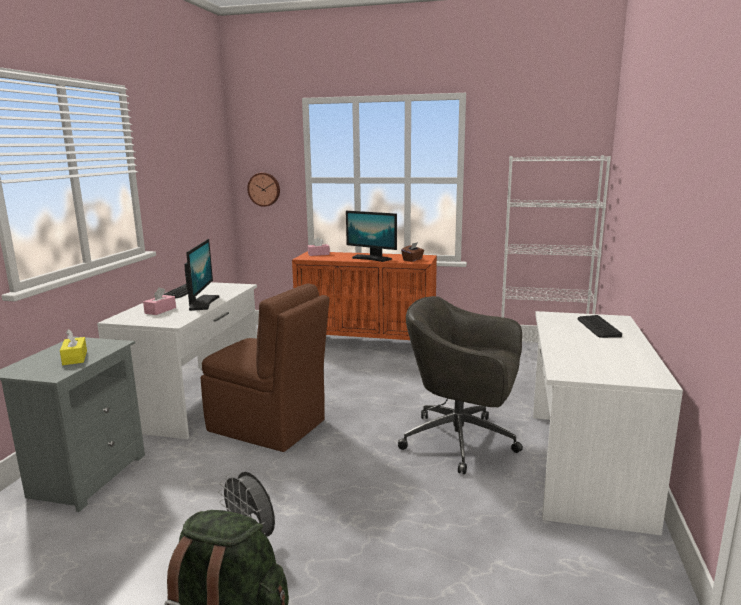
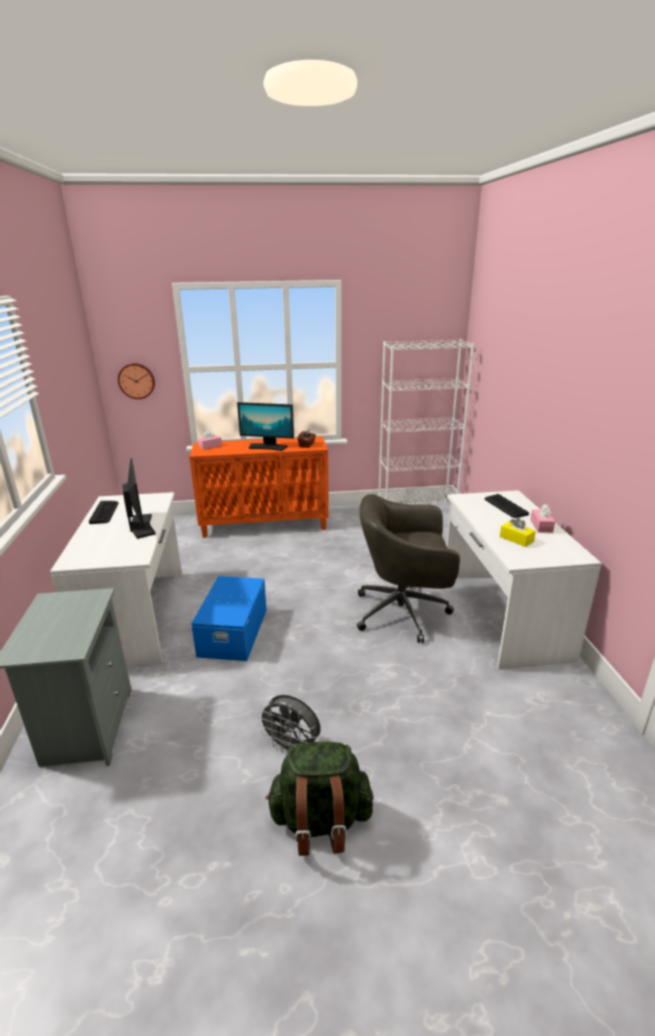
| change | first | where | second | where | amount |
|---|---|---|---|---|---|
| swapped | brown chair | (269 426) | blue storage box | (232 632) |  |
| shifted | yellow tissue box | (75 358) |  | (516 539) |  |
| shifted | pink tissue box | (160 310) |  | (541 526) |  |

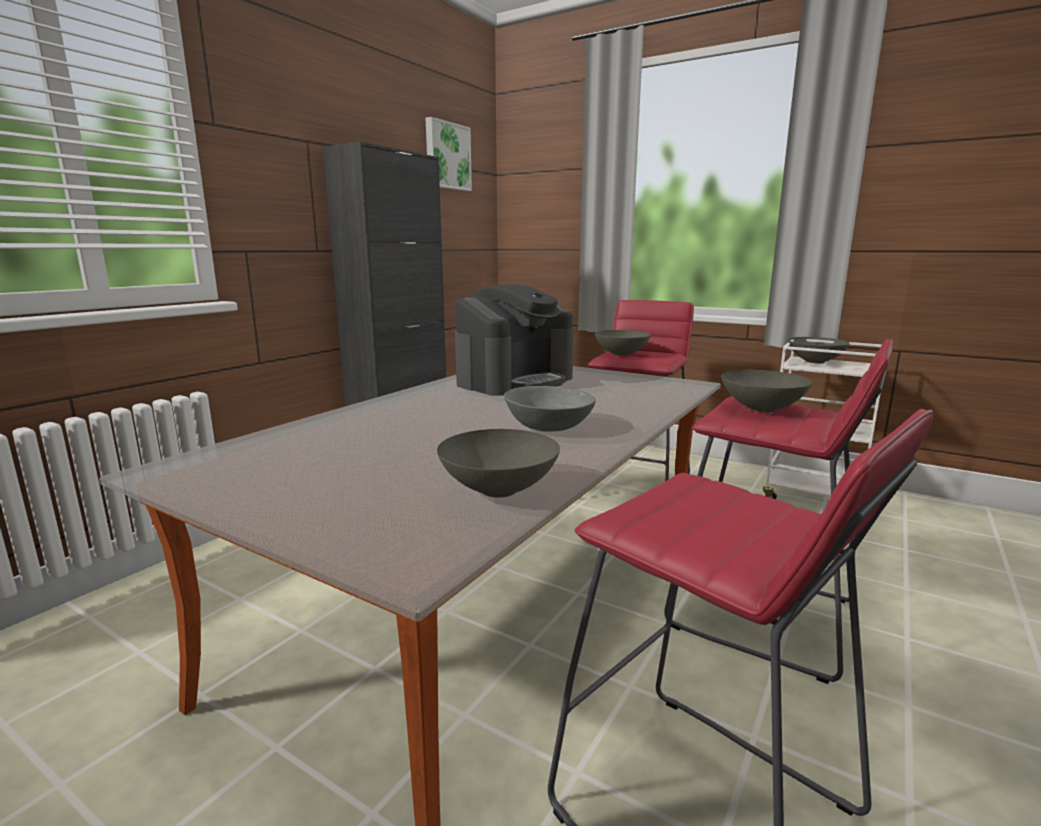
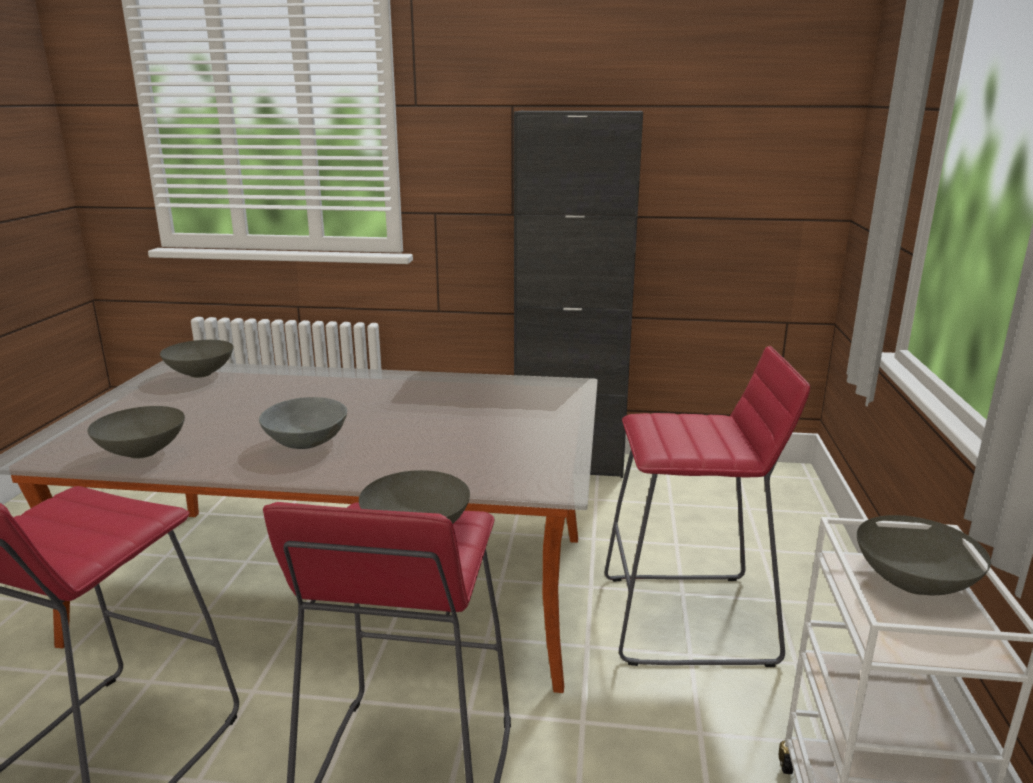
| change | first | where | second | where | amount |
|---|---|---|---|---|---|
| shifted | grey bowl | (622 354) |  | (200 374) |  |
| gone | picture | (446 156) |  |  |  |
| gone | coffee machine | (515 381) |  |  |  |

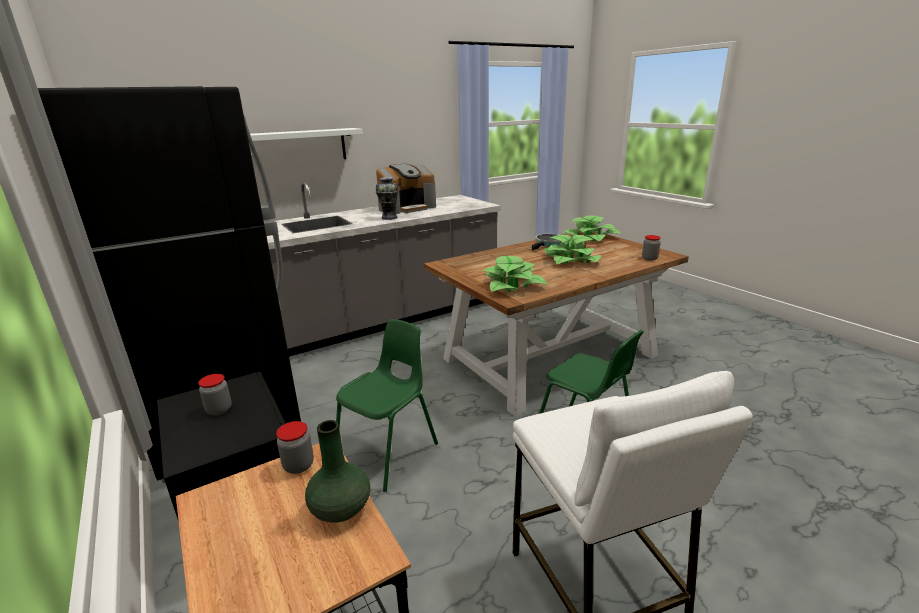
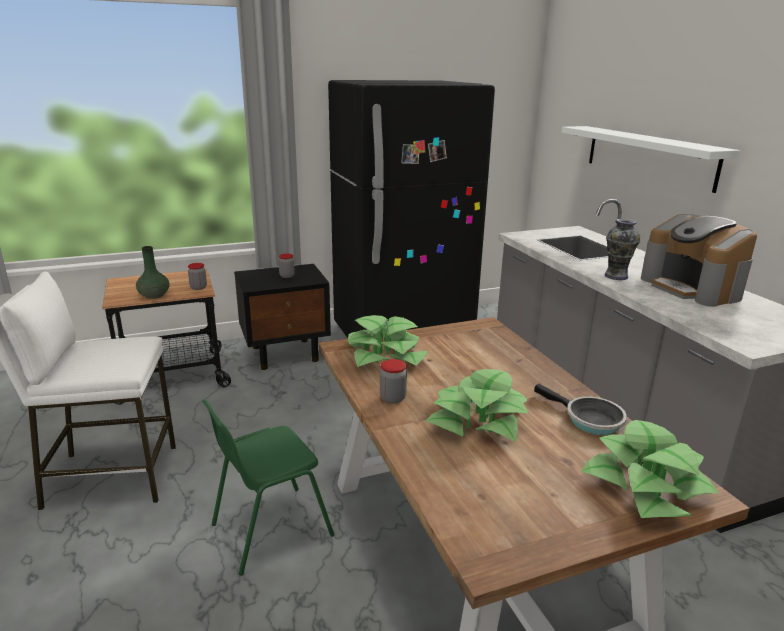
| change | first | where | second | where | amount |
|---|---|---|---|---|---|
| shifted | jar | (649 258) |  | (392 398) |  |
| gone | green chair | (389 452) |  |  |  |

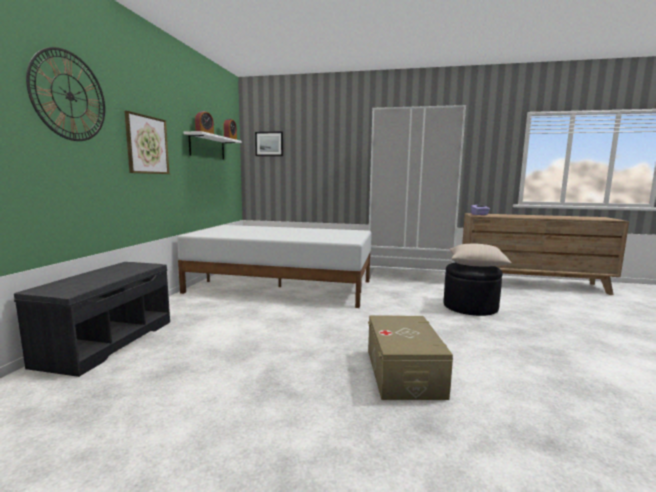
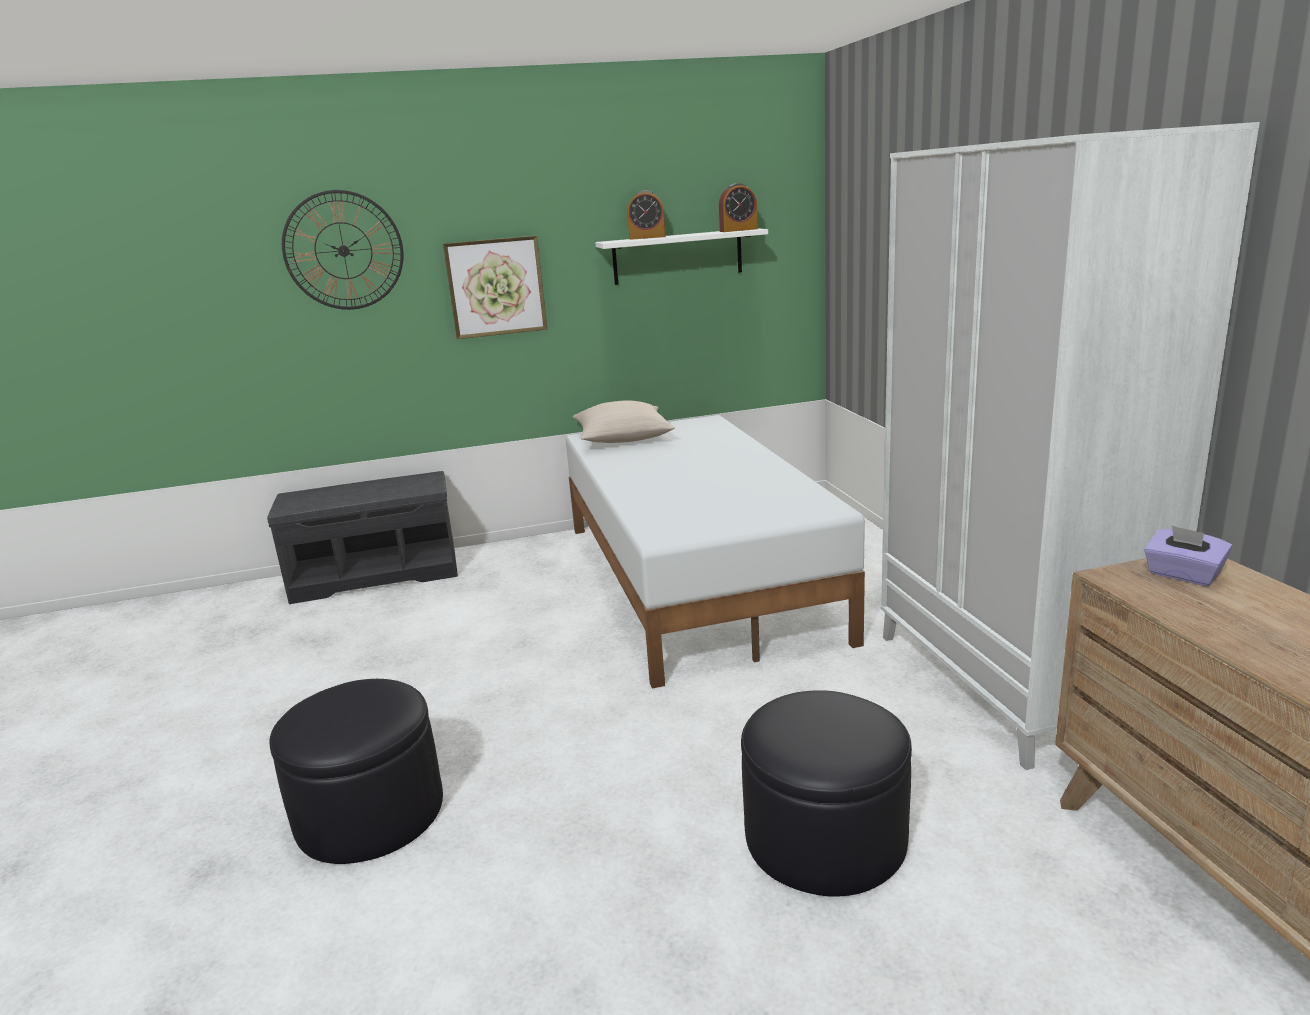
| change | first | where | second | where | amount |
|---|---|---|---|---|---|
| swapped | beige storage box | (403 372) | black ottoman | (370 812) |  |
| shifted | beige pillow | (477 265) |  | (623 439) |  |
| gone | picture | (269 144) |  |  |  |

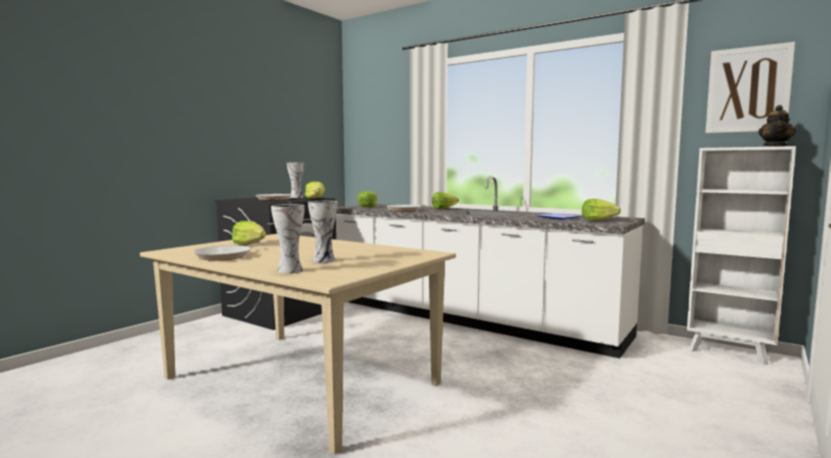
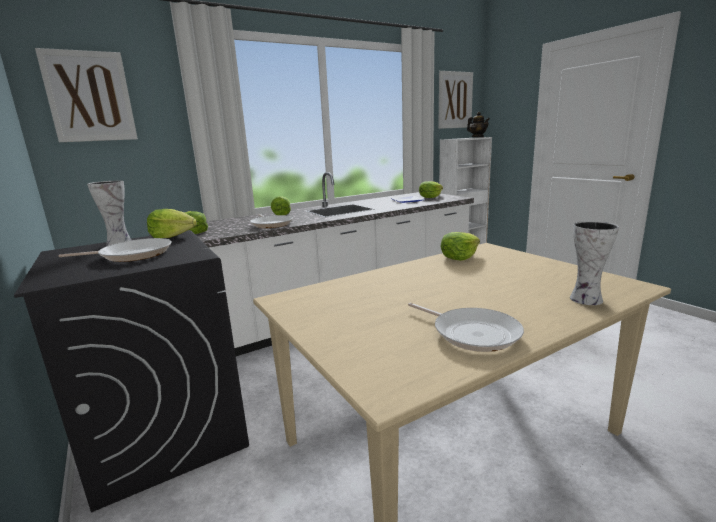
| change | first | where | second | where | amount |
|---|---|---|---|---|---|
| new |  |  | picture | (90 97) |  |
| shifted | lettuce | (249 244) |  | (459 257) |  |
| gone | vase | (325 260) |  |  |  |

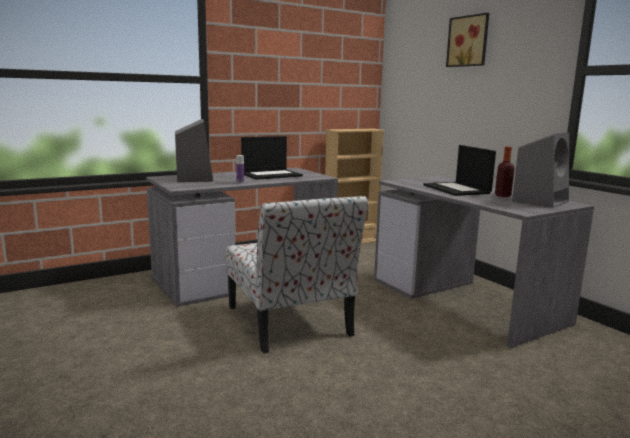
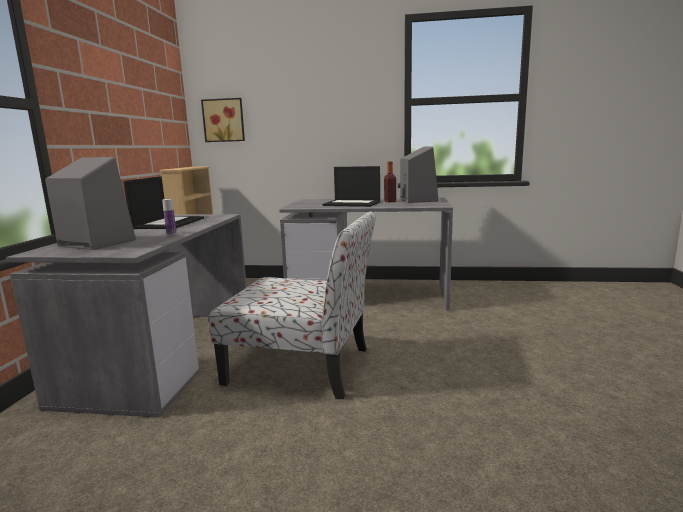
| change | first | where | second | where | amount |
|---|---|---|---|---|---|
| shifted | picture | (469 41) |  | (224 120) |  |

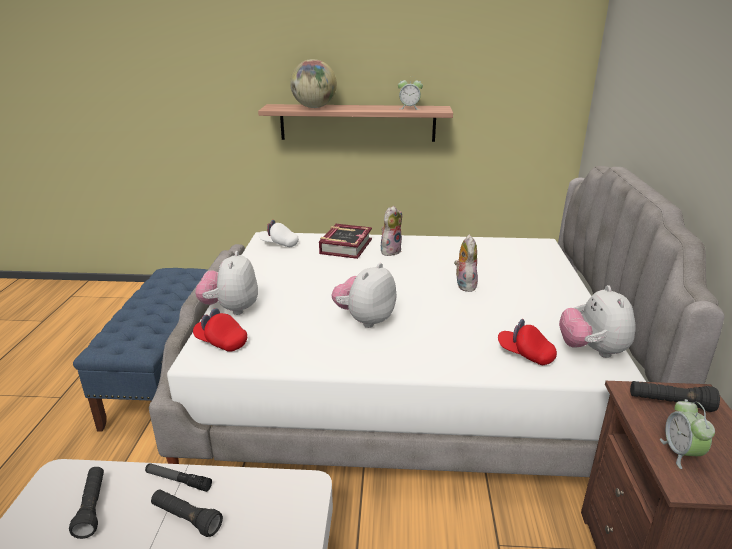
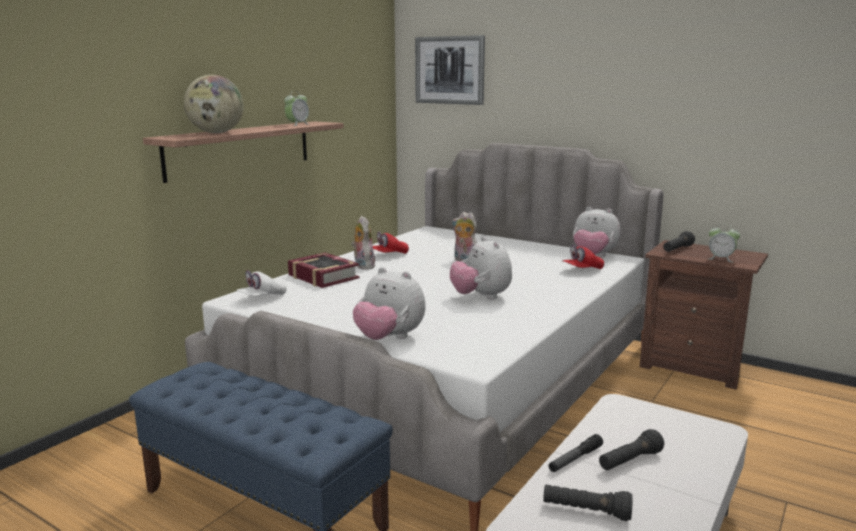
| change | first | where | second | where | amount |
|---|---|---|---|---|---|
| shifted | red cap | (221 342) |  | (389 255) |  |
| new |  |  | picture | (449 70) |  |

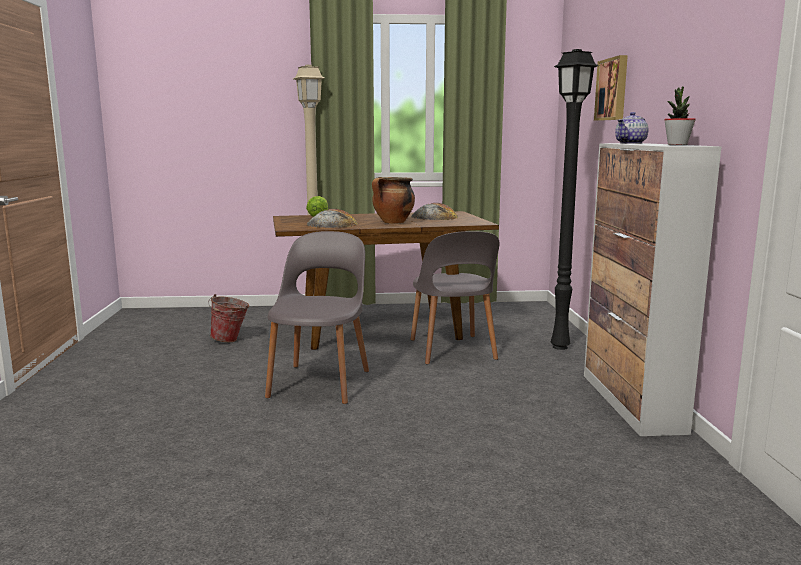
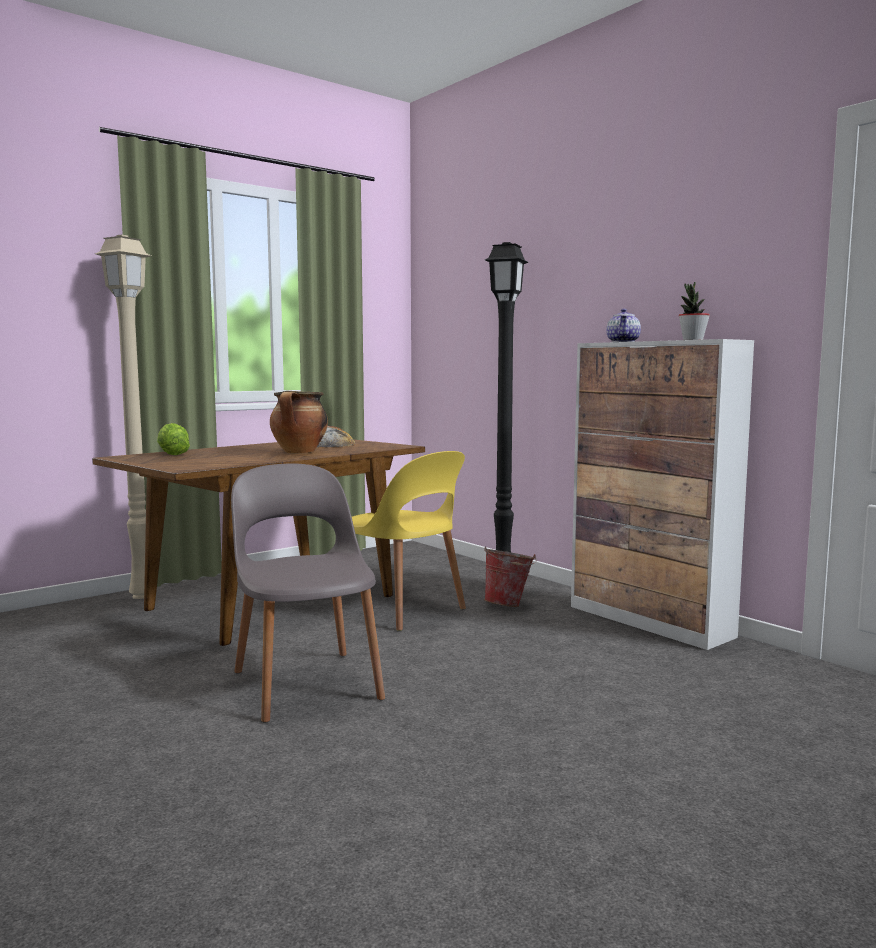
| change | first | where | second | where | amount |
|---|---|---|---|---|---|
| repainted | grey chair | (452 350) | yellow chair | (402 609) |  |
| shifted | bucket | (231 340) |  | (509 605) |  |
| gone | bread | (332 224) |  |  |  |
| gone | picture | (613 89) |  |  |  |

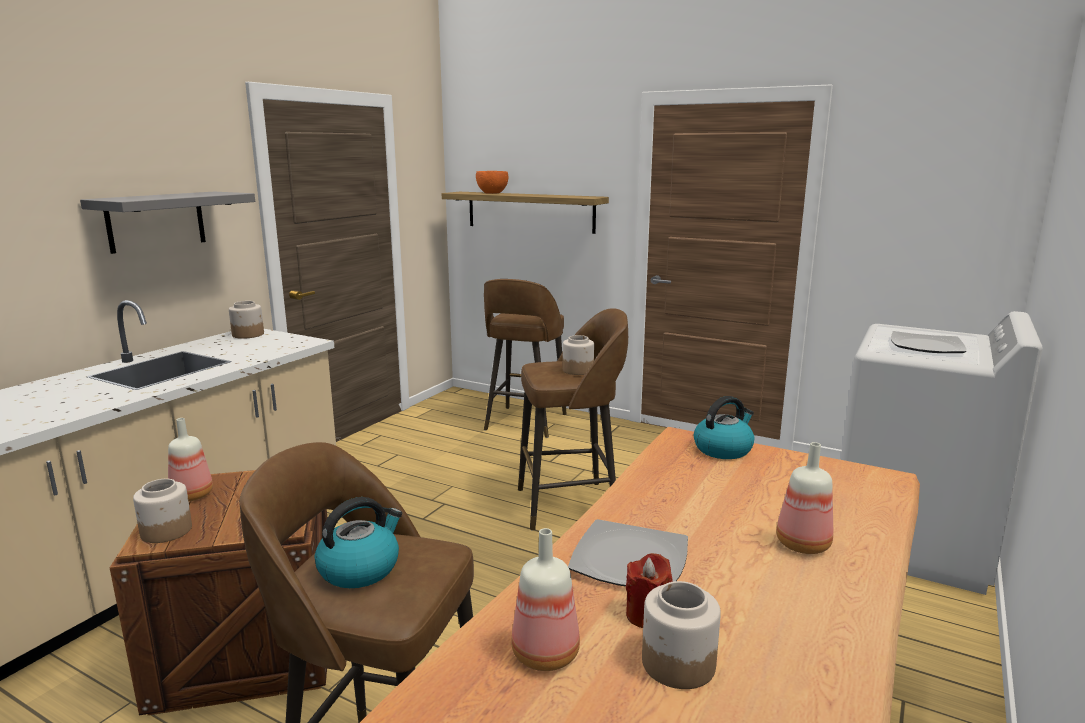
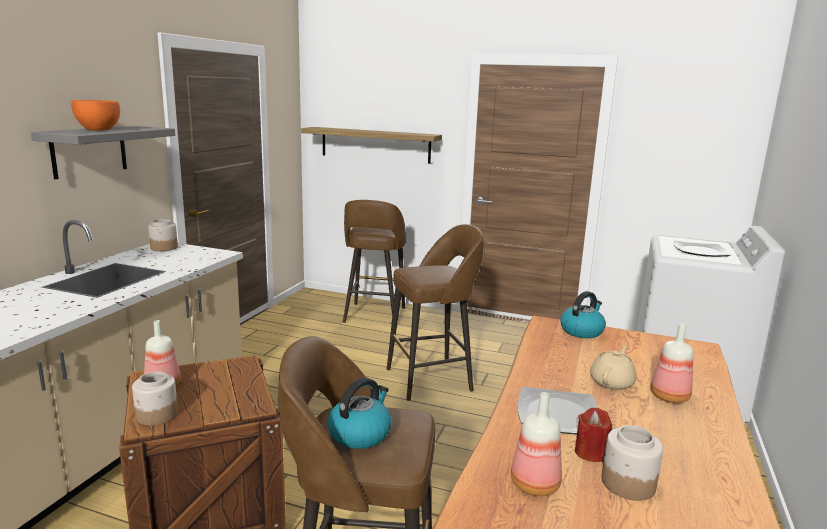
| change | first | where | second | where | amount |
|---|---|---|---|---|---|
| shifted | orange bowl | (492 193) |  | (99 130) |  |
| new |  |  | beige teapot | (612 382) |  |
| gone | jar | (578 370) |  |  |  |

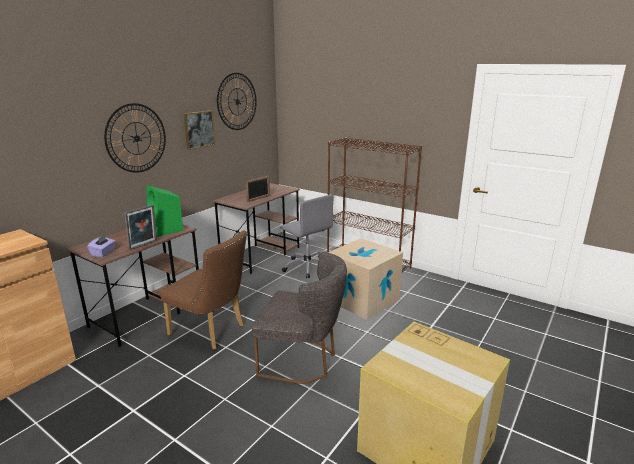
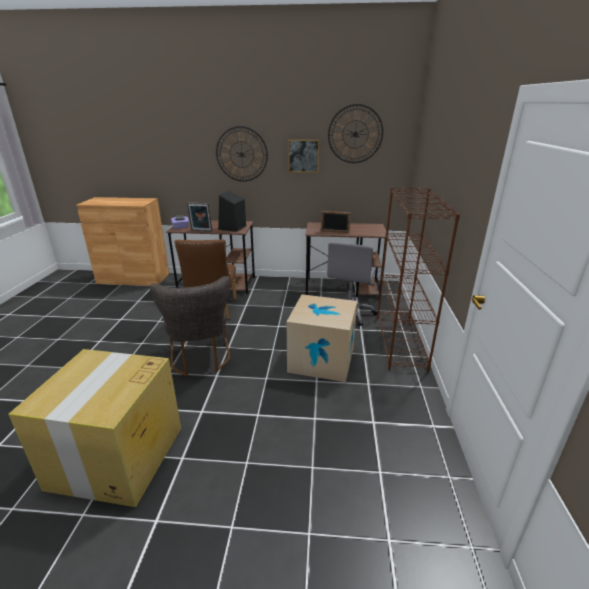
| change | first | where | second | where | amount |
|---|---|---|---|---|---|
| repainted | green speaker | (166 230) | black speaker | (232 228) |  |

